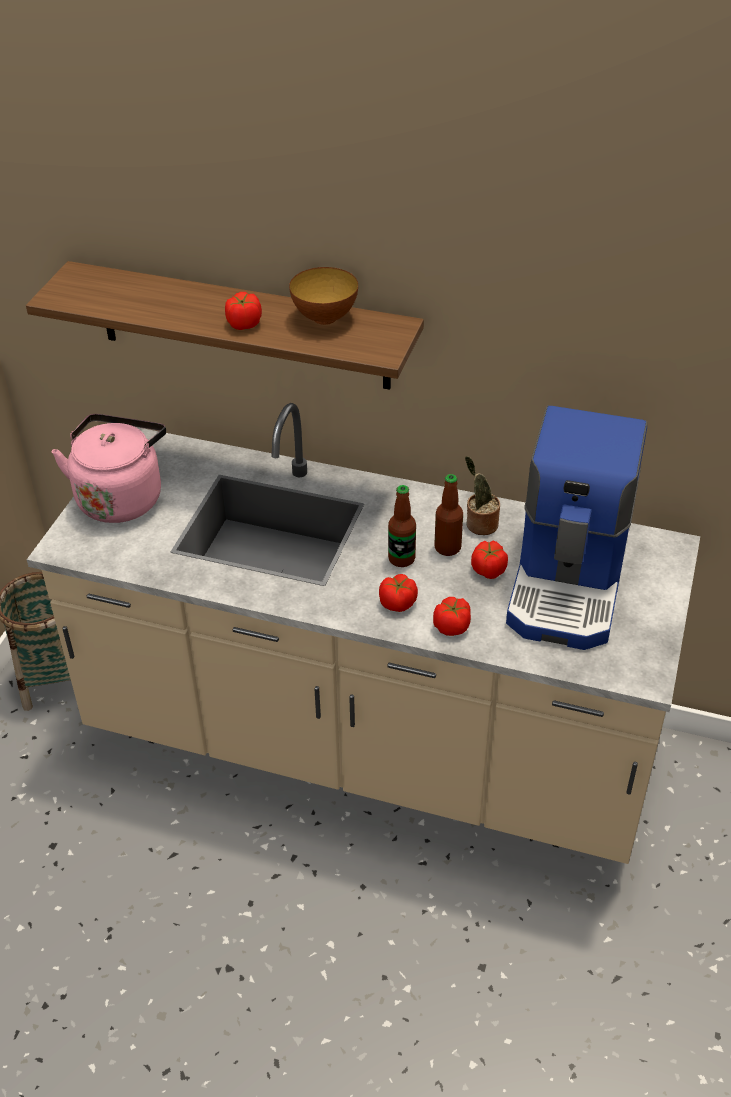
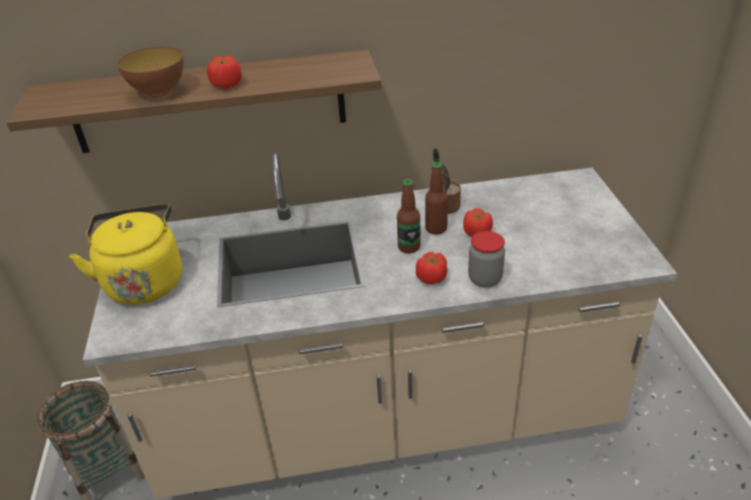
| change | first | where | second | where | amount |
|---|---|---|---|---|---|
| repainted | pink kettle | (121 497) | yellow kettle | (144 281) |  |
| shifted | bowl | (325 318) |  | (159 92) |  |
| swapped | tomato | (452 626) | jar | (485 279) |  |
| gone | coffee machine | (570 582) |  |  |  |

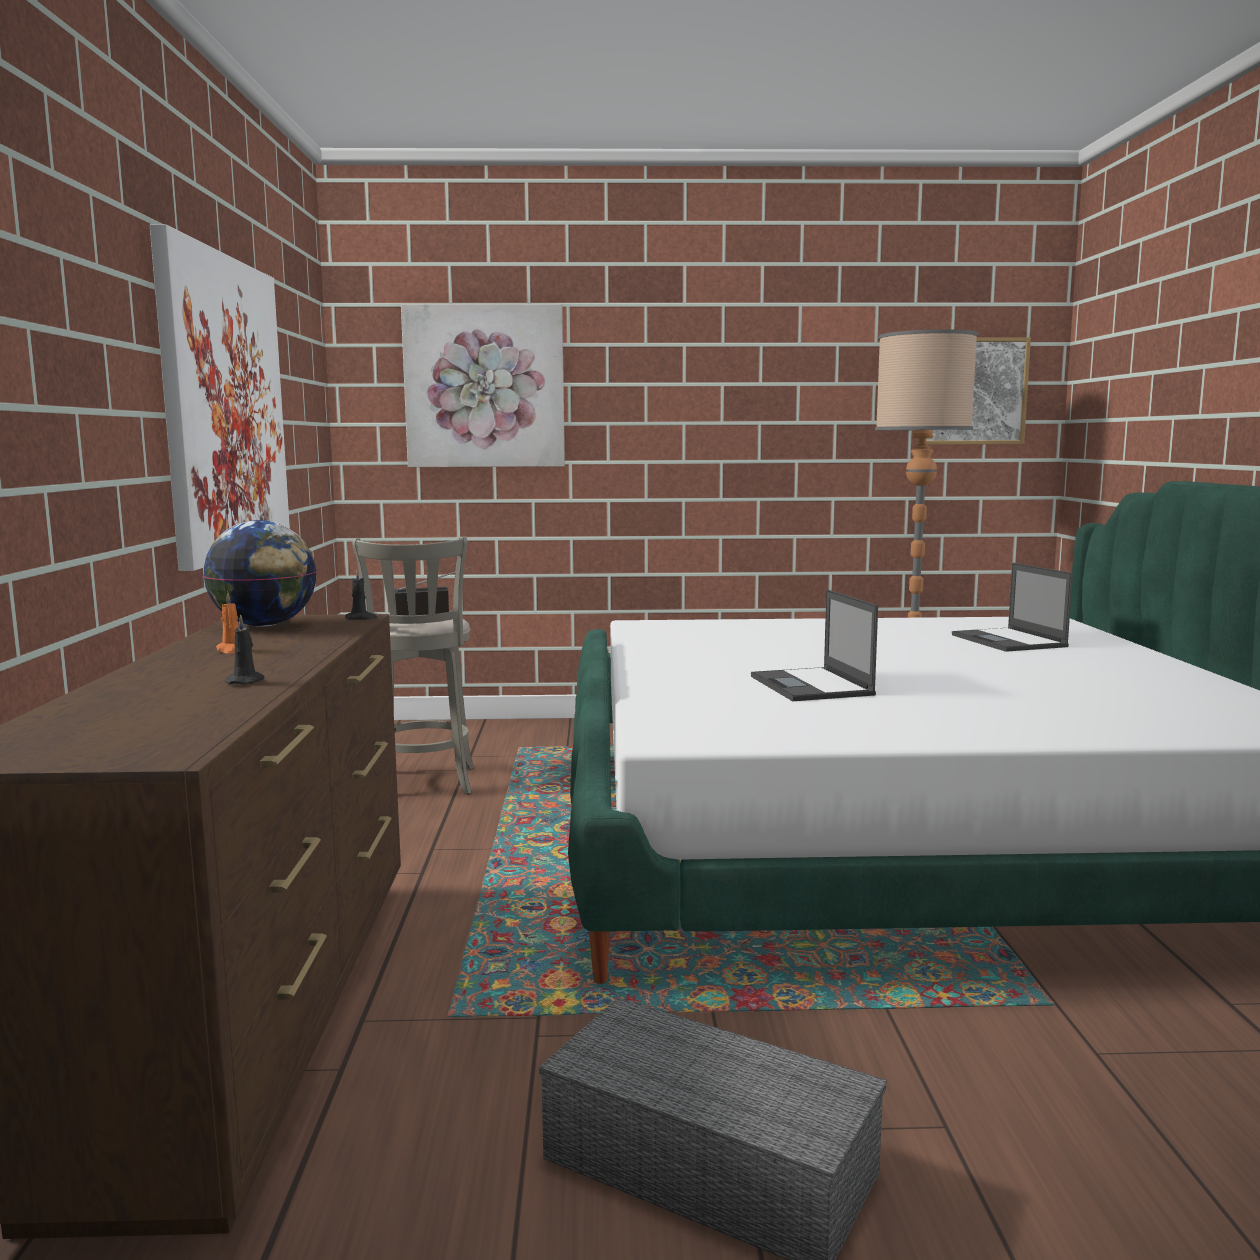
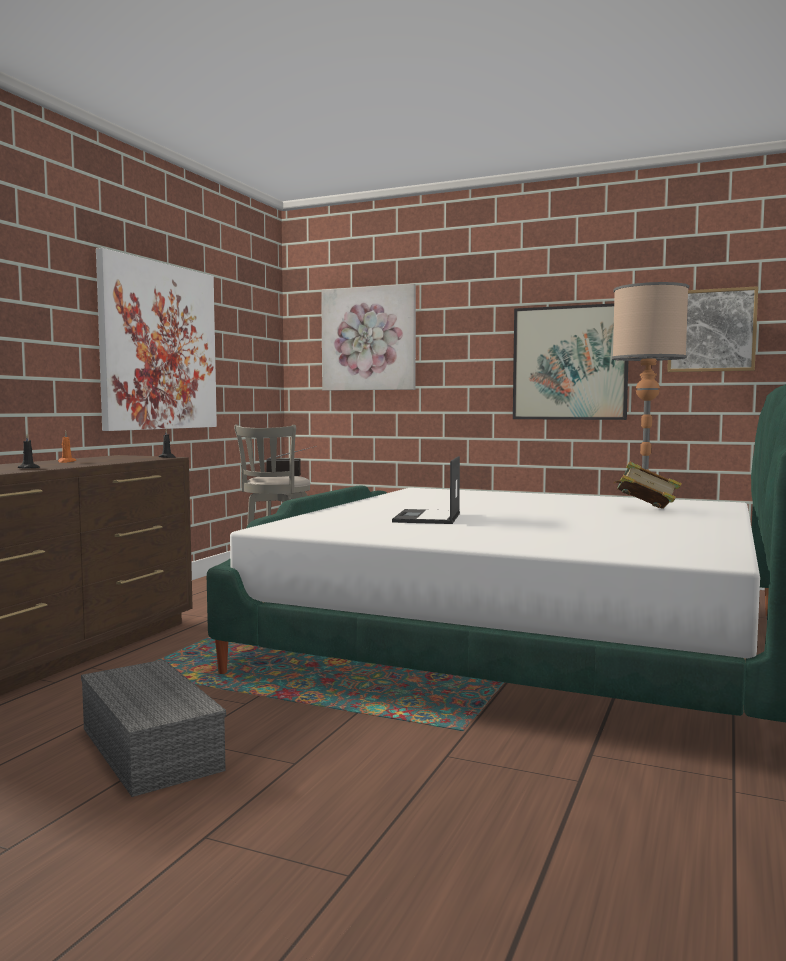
| change | first | where | second | where | amount |
|---|---|---|---|---|---|
| new |  |  | picture | (570 363) |  |
| swapped | laptop | (1009 641) | book | (645 510) |  |
| gone | globe | (264 625) |  |  |  |

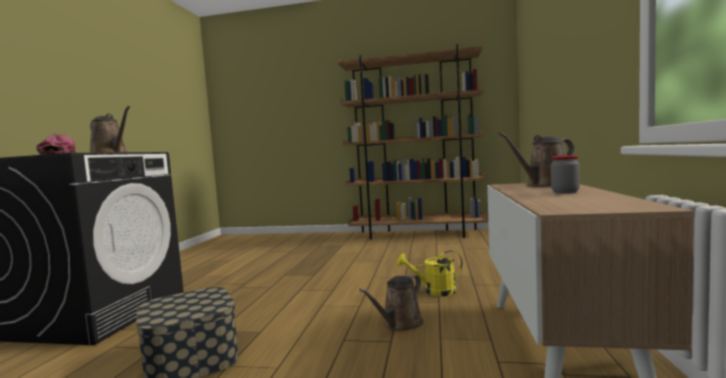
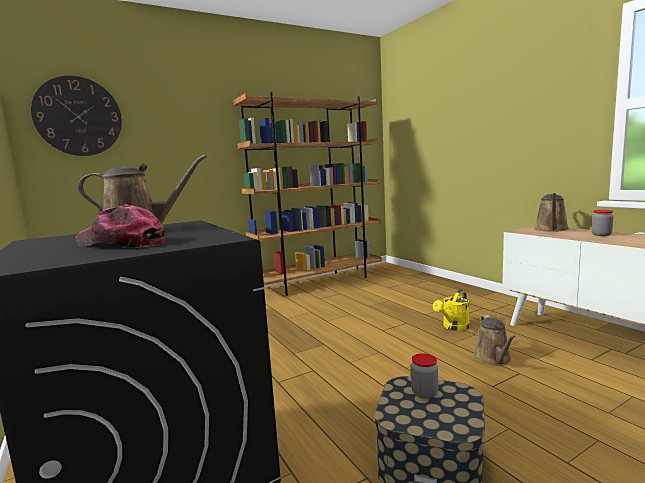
| change | first | where | second | where | amount |
|---|---|---|---|---|---|
| new |  |  | wall clock | (78 116) |  |
| new |  |  | jar | (424 393) |  |

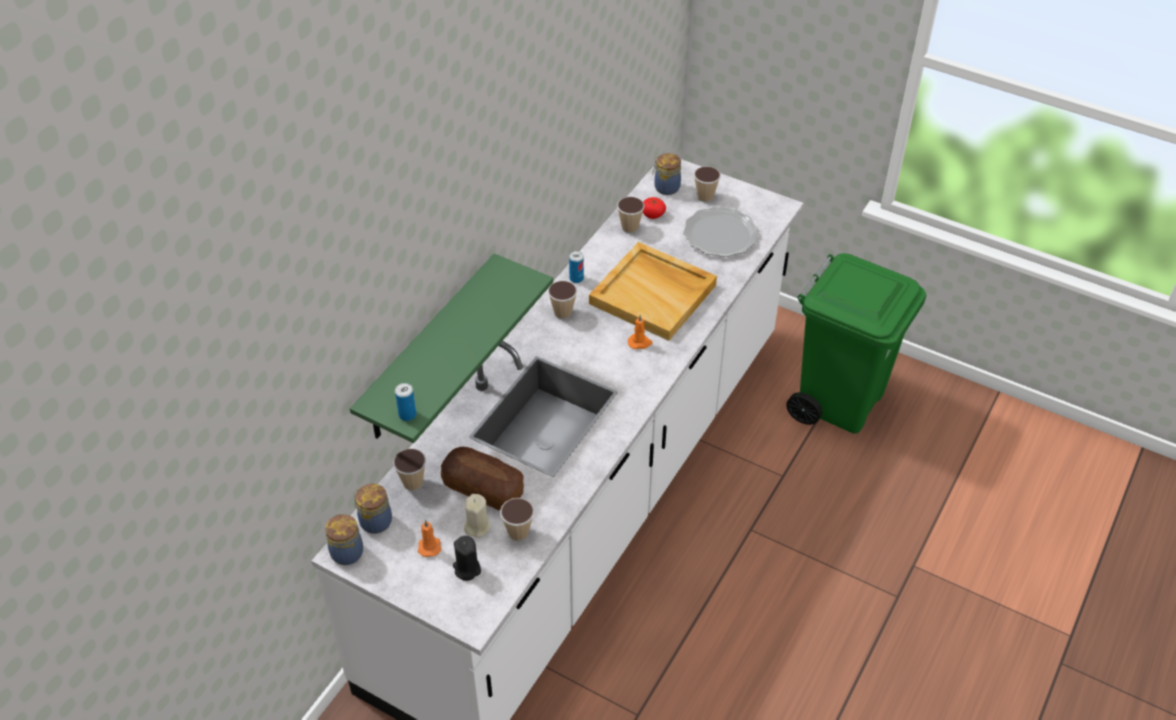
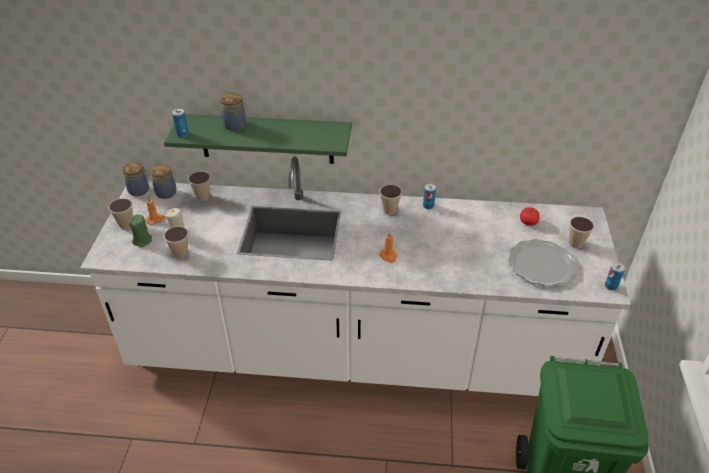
| change | first | where | second | where | amount |
|---|---|---|---|---|---|
| shifted | cup | (630 228) |  | (126 224) |  |
| repainted | black candle | (467 569) | green candle | (142 241) |  |
| shifted | jar | (665 187) |  | (235 124) |  |
| new |  |  | can | (611 286) |  |
| gone | bread | (483 488) |  |  |  |
| gone | beige tray | (654 294) |  |  |  |

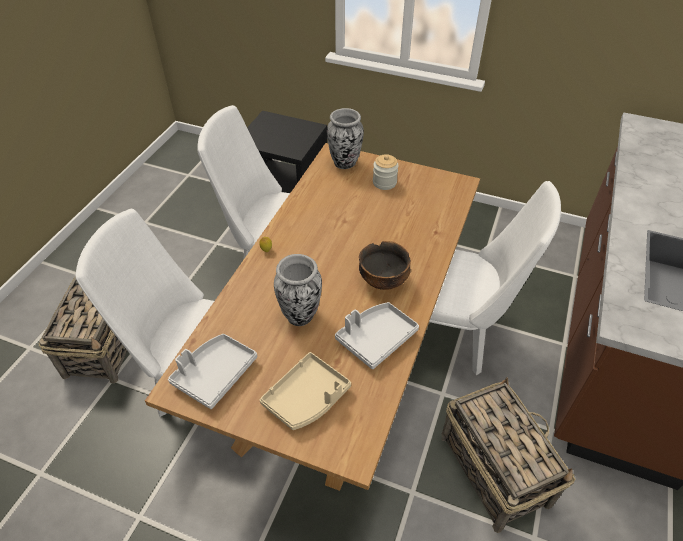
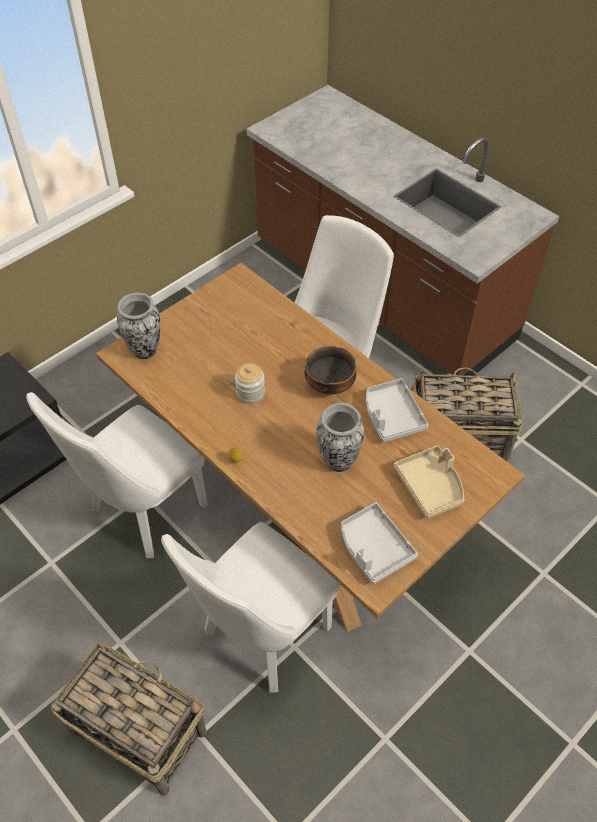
| change | first | where | second | where | amount |
|---|---|---|---|---|---|
| shifted | jar | (384 182) |  | (250 393) |  |

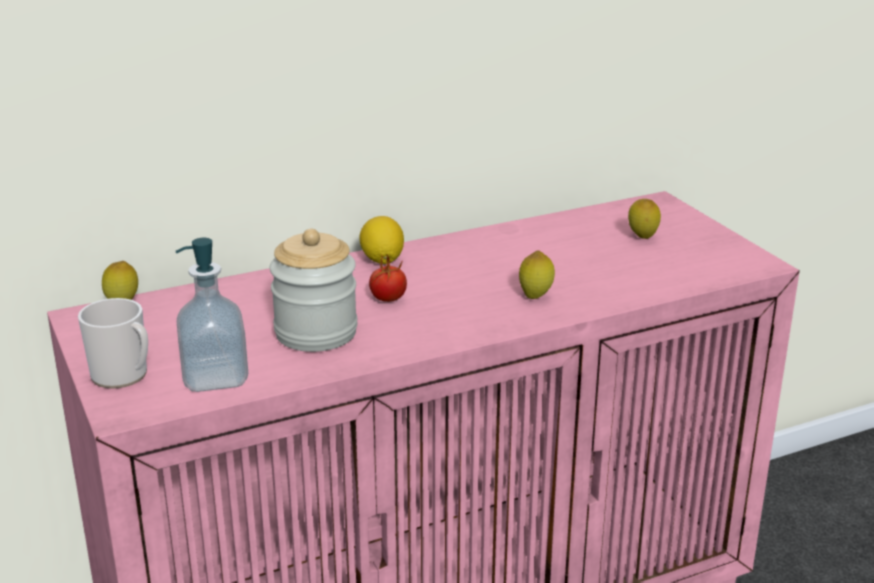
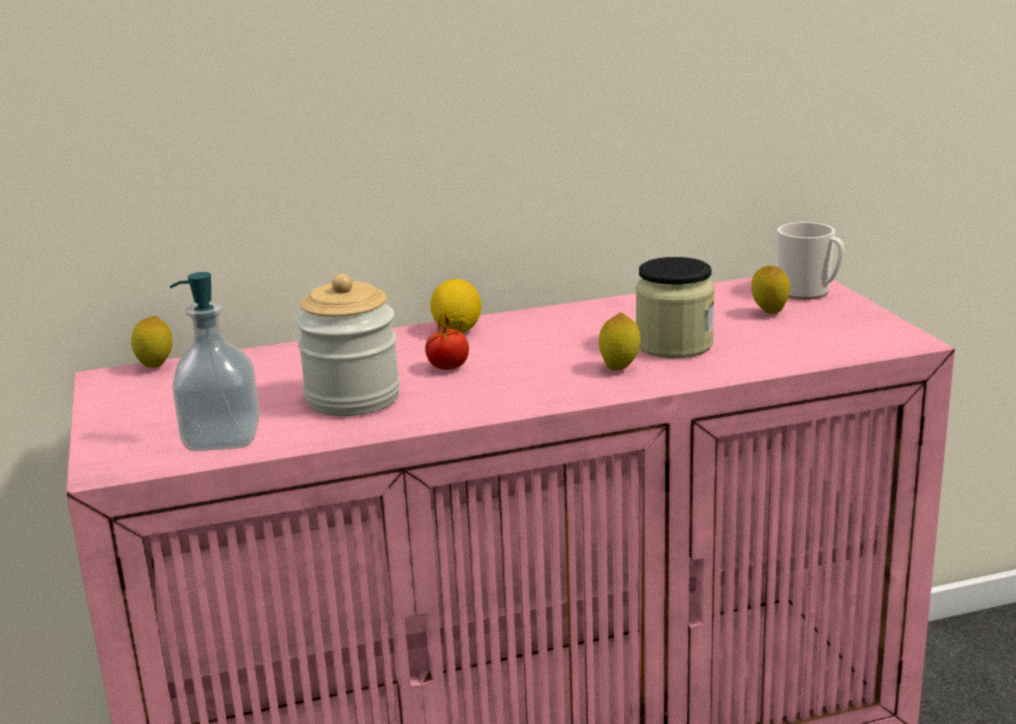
| change | first | where | second | where | amount |
|---|---|---|---|---|---|
| new |  |  | jar | (674 345) |  |
| shifted | mug | (124 376) |  | (808 293) |  |

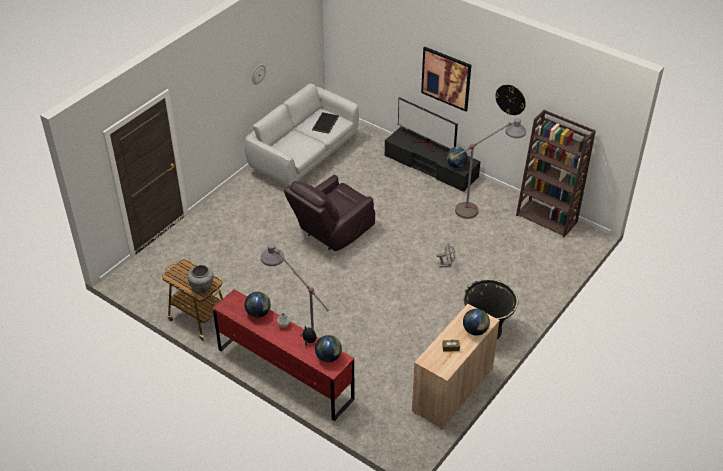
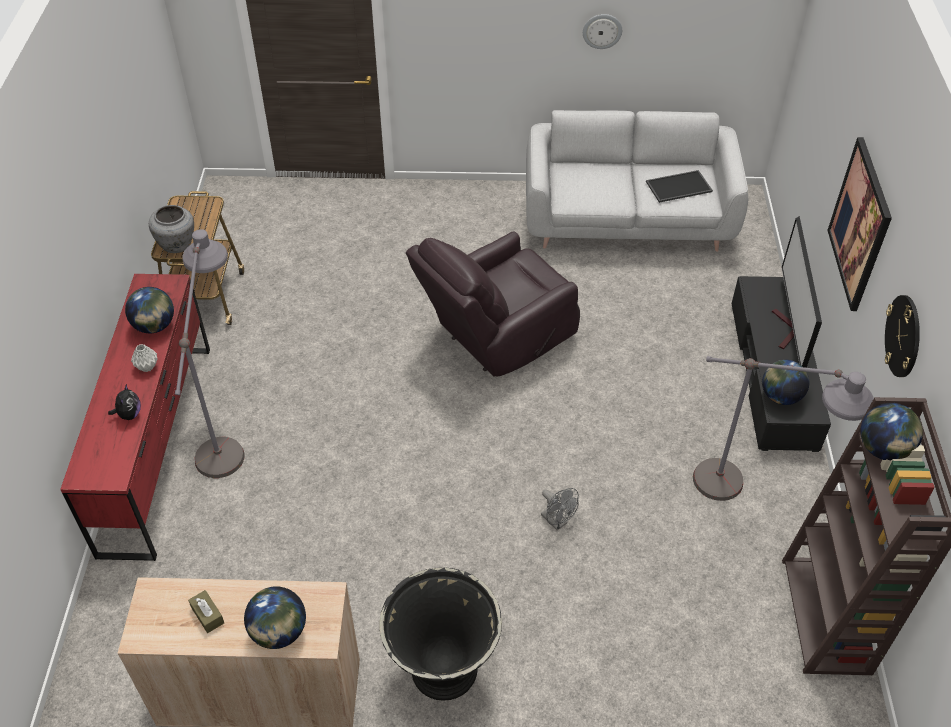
| change | first | where | second | where | amount |
|---|---|---|---|---|---|
| rotated | brown armchair | (332 232) |  | (496 338) | 45 degrees counterclockwise |
| shifted | globe | (328 357) |  | (883 449) |  |

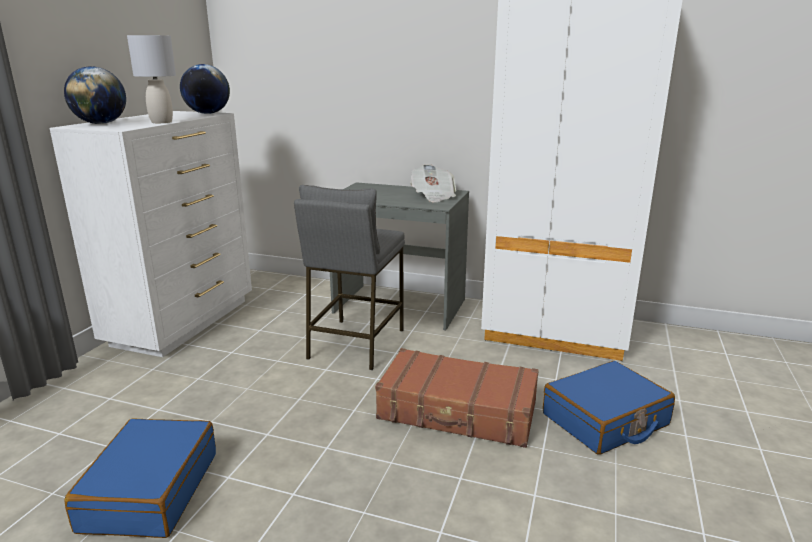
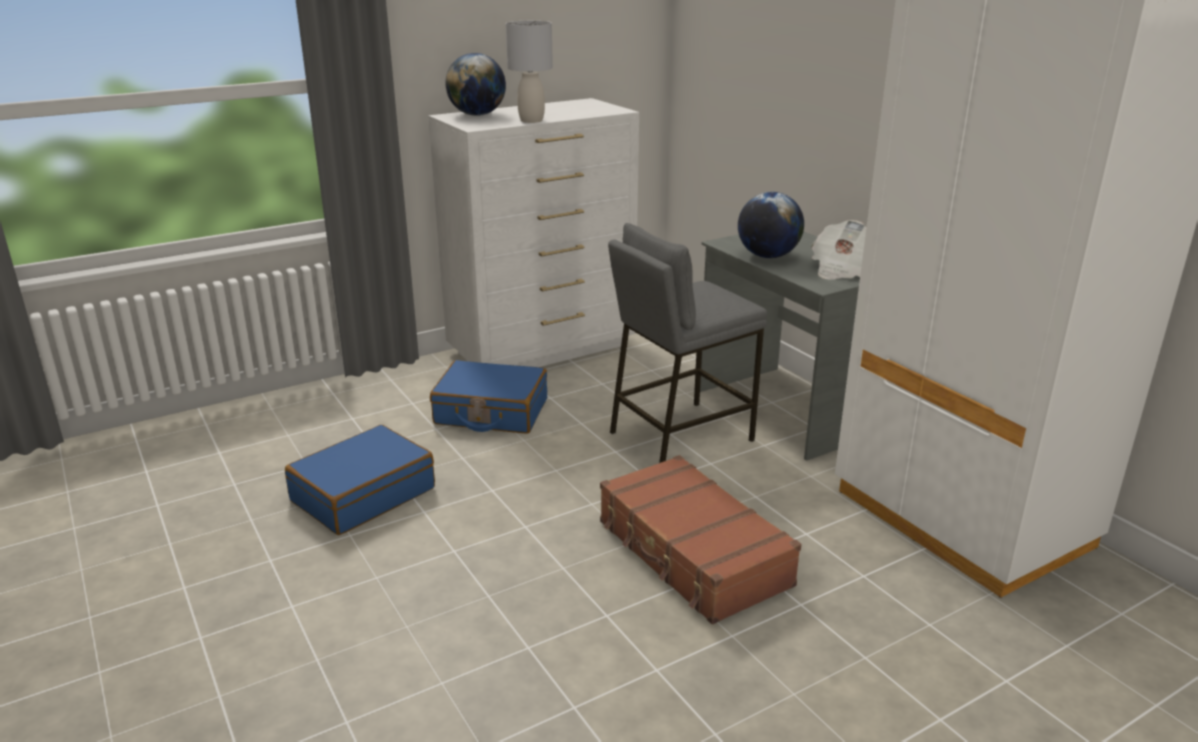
| change | first | where | second | where | amount |
|---|---|---|---|---|---|
| shifted | blue suitcase | (605 420) |  | (491 412) |  |
| shifted | globe | (208 113) |  | (768 256) |  |

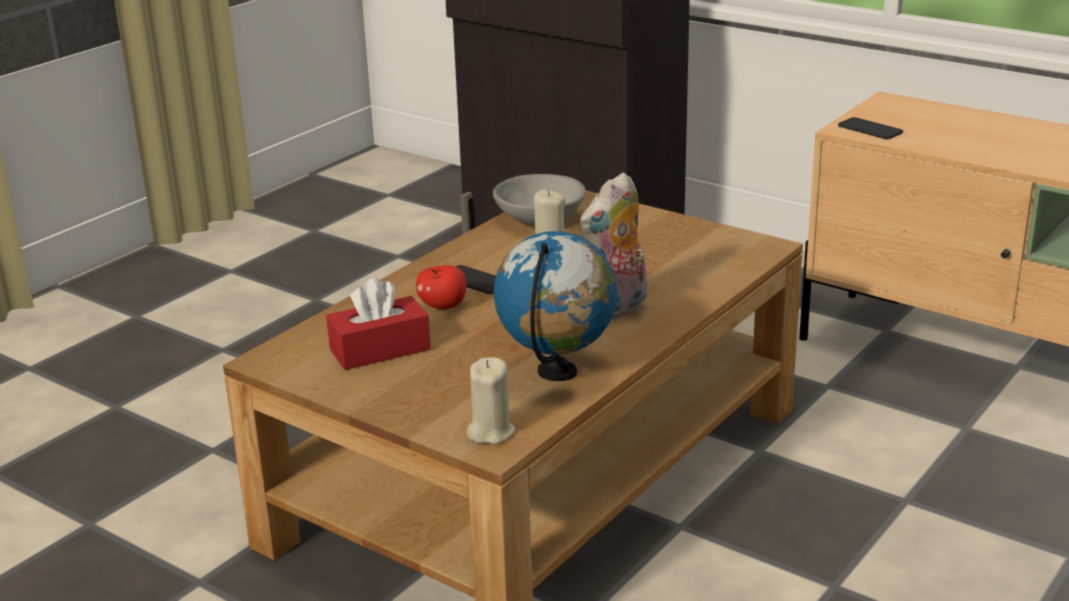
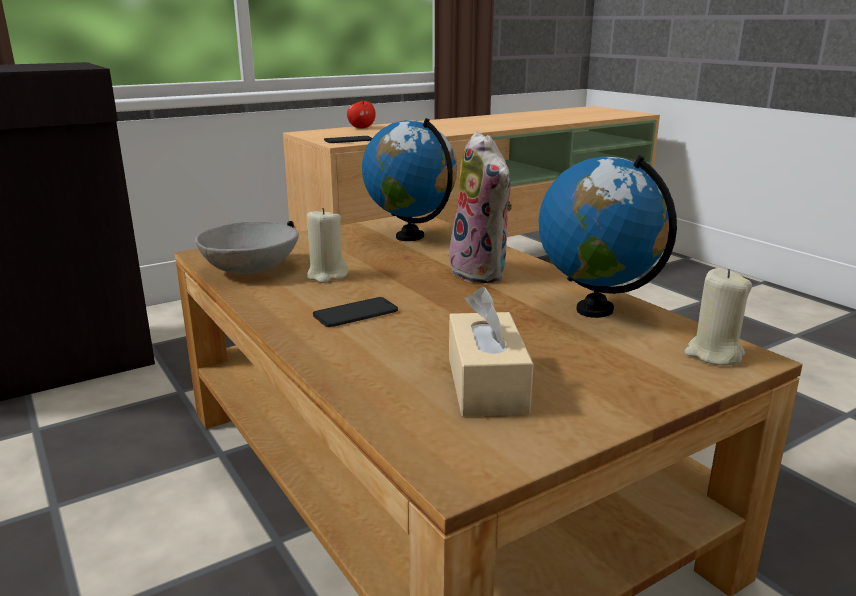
| change | first | where | second | where | amount |
|---|---|---|---|---|---|
| shifted | apple | (443 306) |  | (361 128) |  |
| new |  |  | globe | (410 237) |  |
| repainted | red tissue box | (380 349) | beige tissue box | (486 384) |  |

